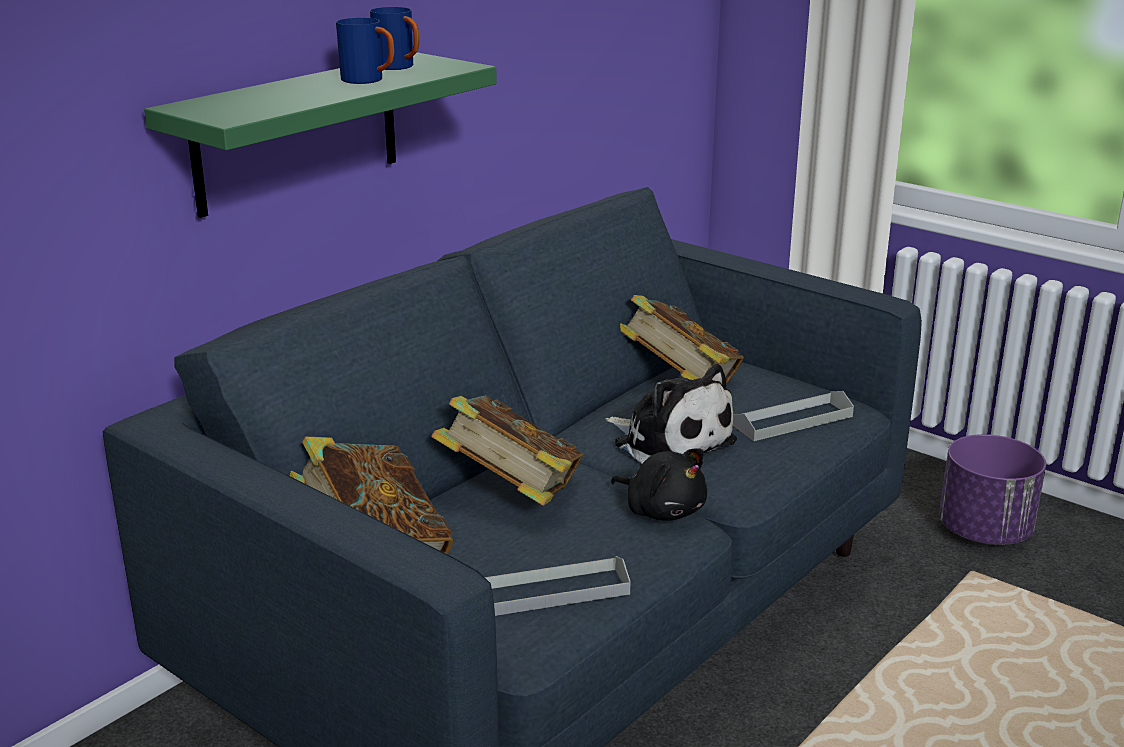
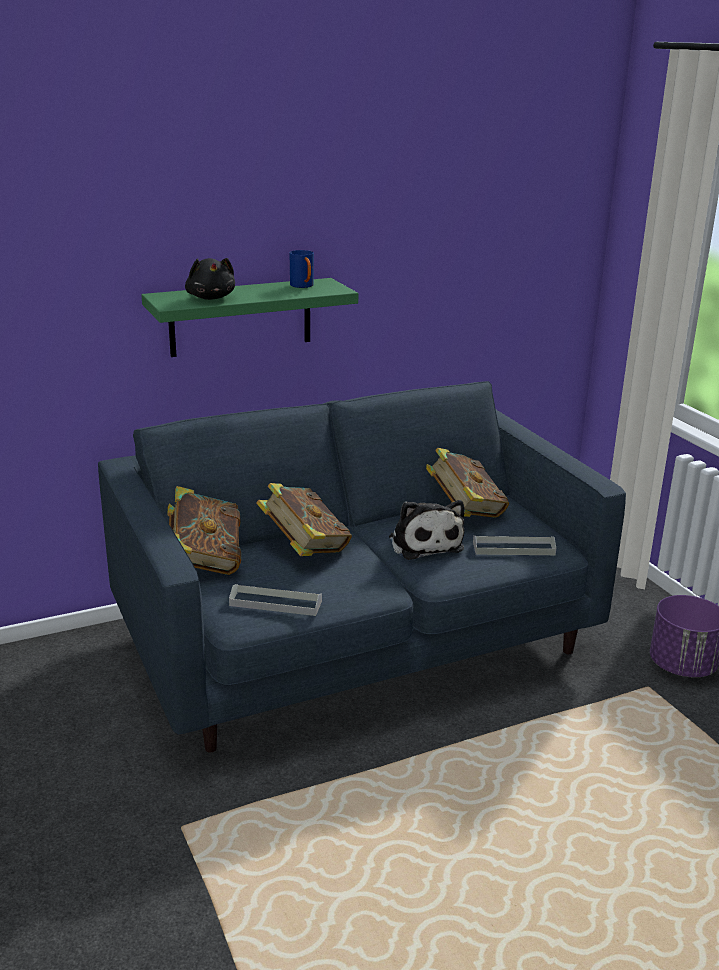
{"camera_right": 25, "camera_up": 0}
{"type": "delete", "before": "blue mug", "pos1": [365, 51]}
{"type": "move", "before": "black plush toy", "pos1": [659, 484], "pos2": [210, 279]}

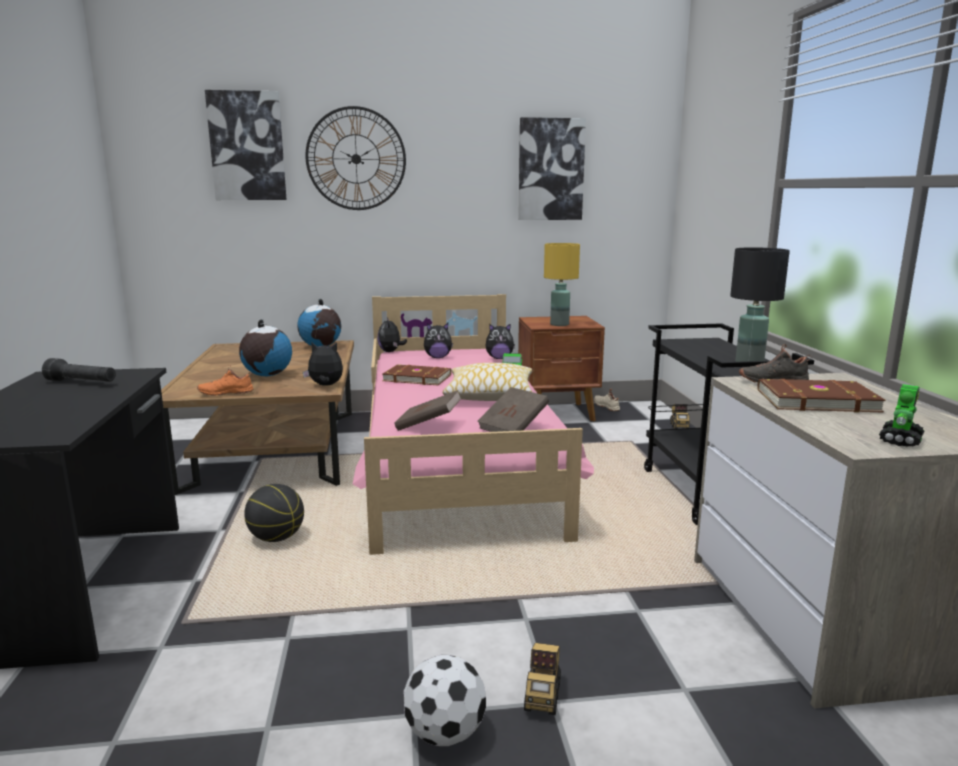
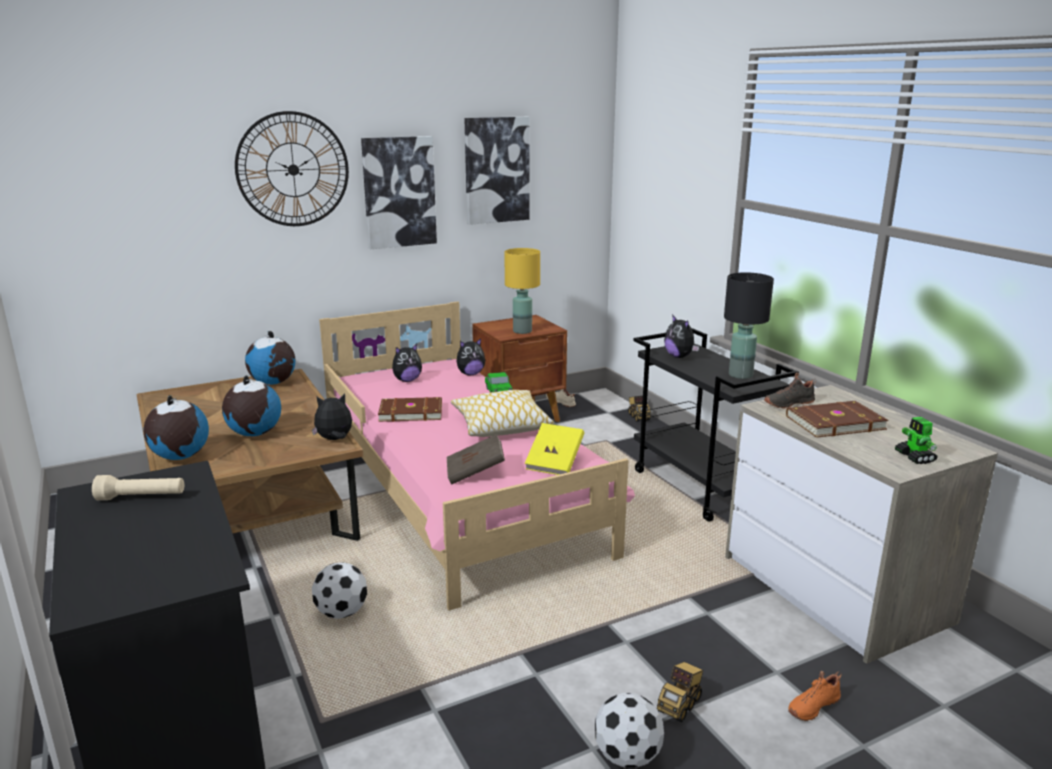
{"camera_right": -20, "camera_up": 5}
{"type": "insert", "after": "globe", "pos2": [176, 427]}
{"type": "move", "before": "orange shoe", "pos1": [225, 380], "pos2": [815, 696]}
{"type": "move", "before": "picture", "pos1": [246, 145], "pos2": [399, 192]}
{"type": "move", "before": "plush toy", "pos1": [392, 334], "pos2": [681, 336]}
{"type": "replace", "before": "basketball", "after": "football", "pos1": [274, 513], "pos2": [339, 590]}
{"type": "recolor", "before": "black flashlight", "after": "beige flashlight", "pos1": [79, 370], "pos2": [138, 487]}
{"type": "recolor", "before": "brown book", "after": "yellow book", "pos1": [513, 409], "pos2": [554, 449]}
{"type": "rotate", "before": "toy truck", "pos1": [542, 679], "pos2": [680, 692], "turn": 45}
{"type": "rotate", "before": "toy robot", "pos1": [901, 415], "pos2": [916, 440], "turn": 150}

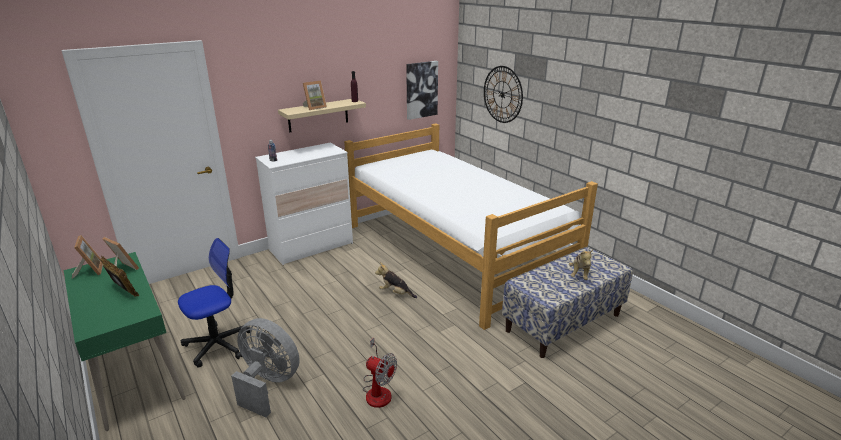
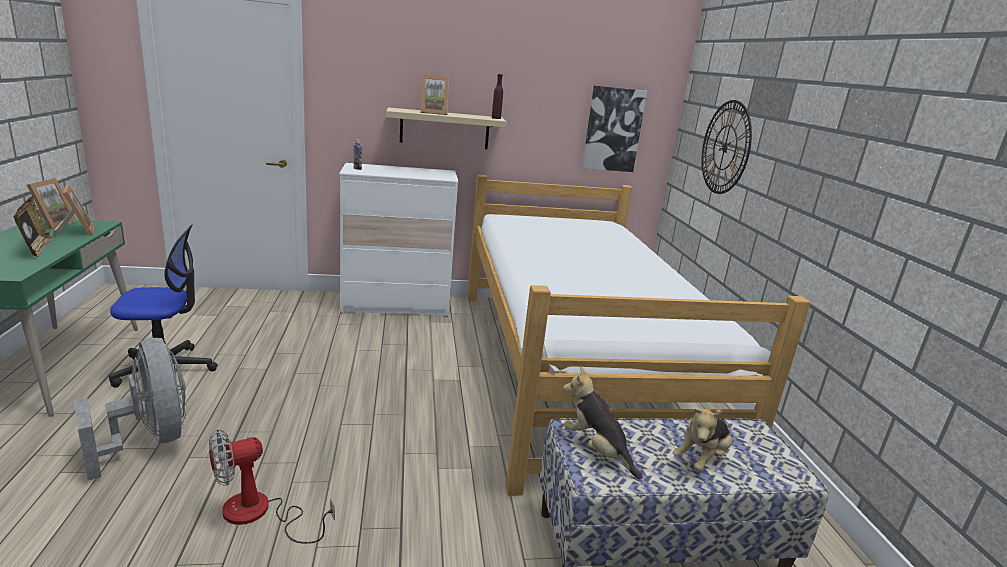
{"camera_right": 25, "camera_up": -5}
{"type": "move", "before": "plush toy", "pos1": [396, 280], "pos2": [603, 422]}
{"type": "rotate", "before": "fan", "pos1": [380, 373], "pos2": [272, 486], "turn": 90}

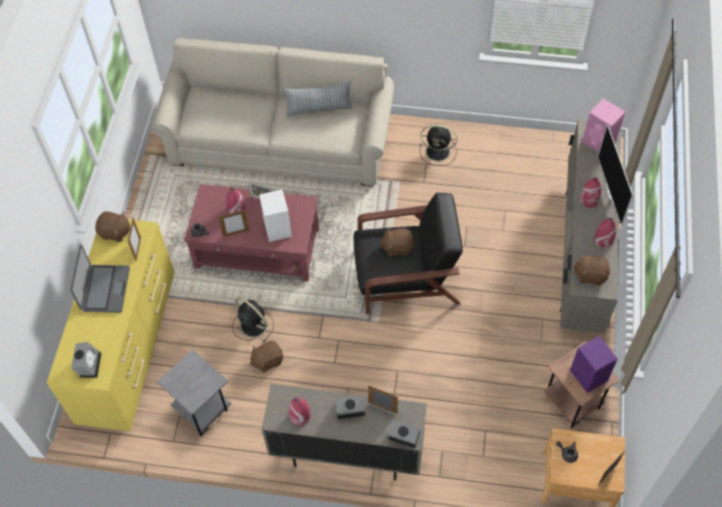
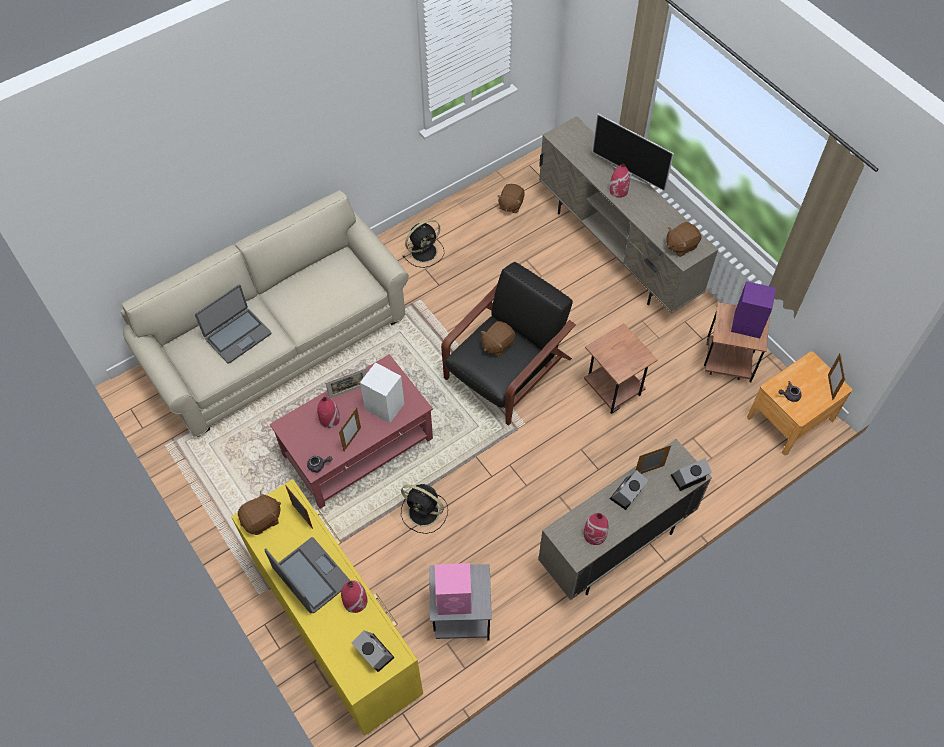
{"camera_right": -45, "camera_up": 0}
{"type": "delete", "before": "pillow", "pos1": [317, 99]}
{"type": "insert", "after": "laptop", "pos2": [233, 324]}
{"type": "insert", "after": "brown side table", "pos2": [621, 369]}
{"type": "move", "before": "brown plush toy", "pos1": [266, 357], "pos2": [511, 198]}
{"type": "move", "before": "pink speaker", "pos1": [603, 125], "pos2": [453, 589]}
{"type": "move", "before": "red vase", "pos1": [605, 233], "pos2": [354, 596]}
{"type": "rotate", "before": "black fan", "pos1": [253, 320], "pos2": [424, 509], "turn": -150}

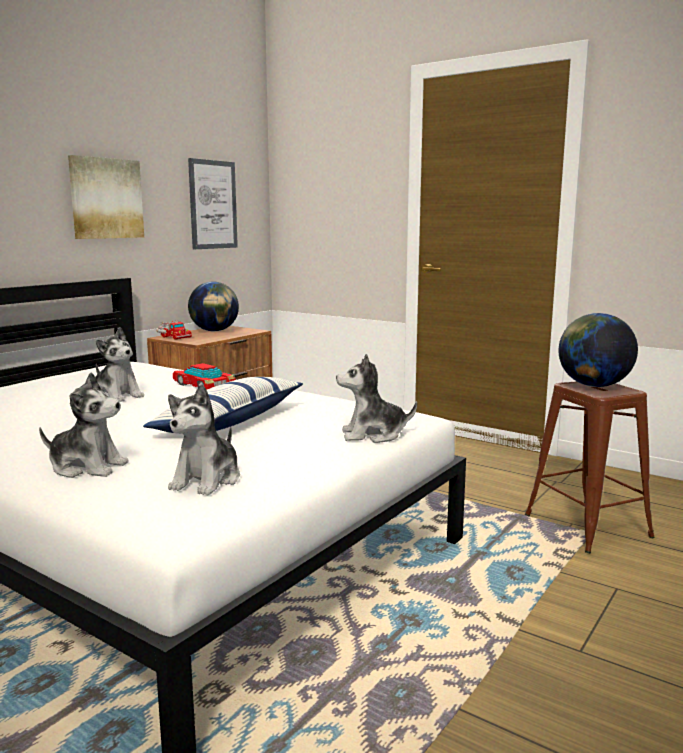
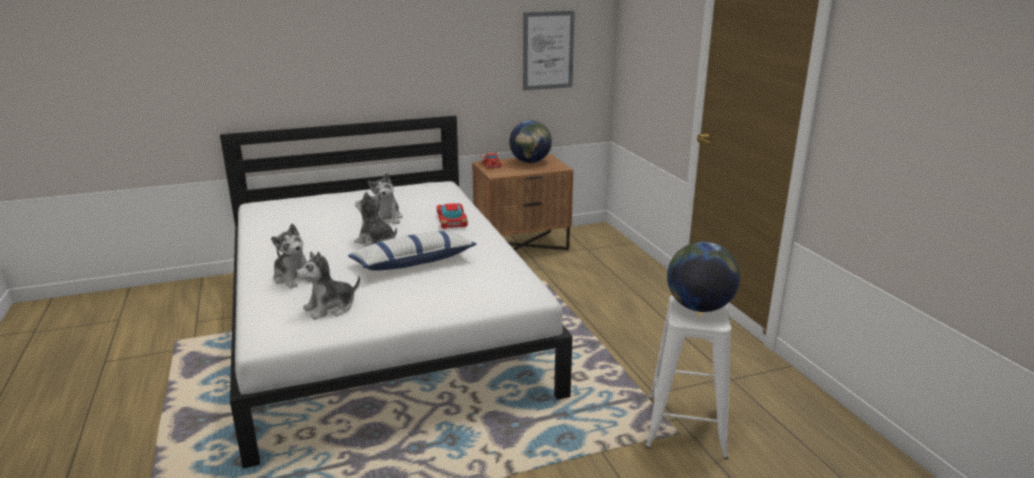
{"camera_right": 35, "camera_up": 10}
{"type": "delete", "before": "picture", "pos1": [106, 197]}
{"type": "move", "before": "plush toy", "pos1": [376, 398], "pos2": [375, 219]}
{"type": "recolor", "before": "brown stool", "after": "white stool", "pos1": [590, 467], "pos2": [688, 377]}

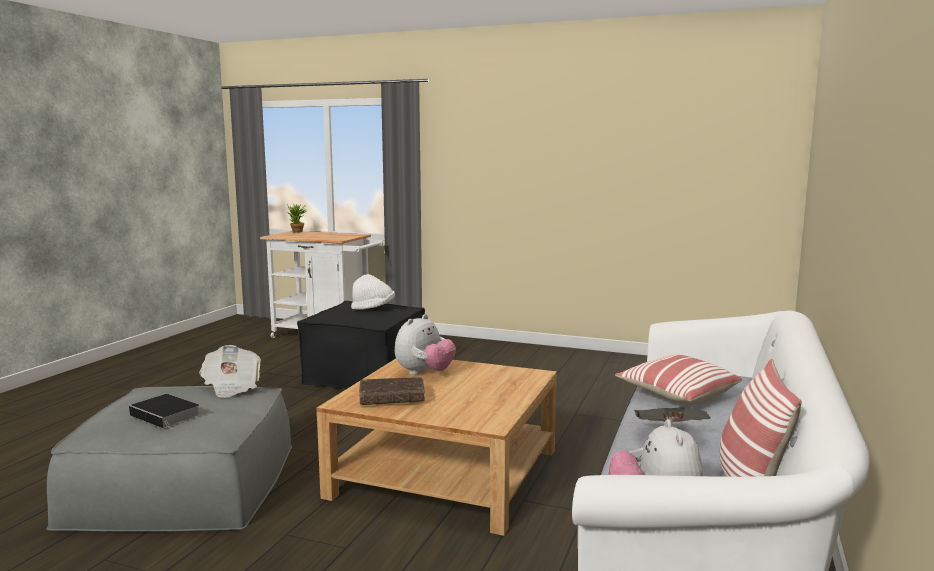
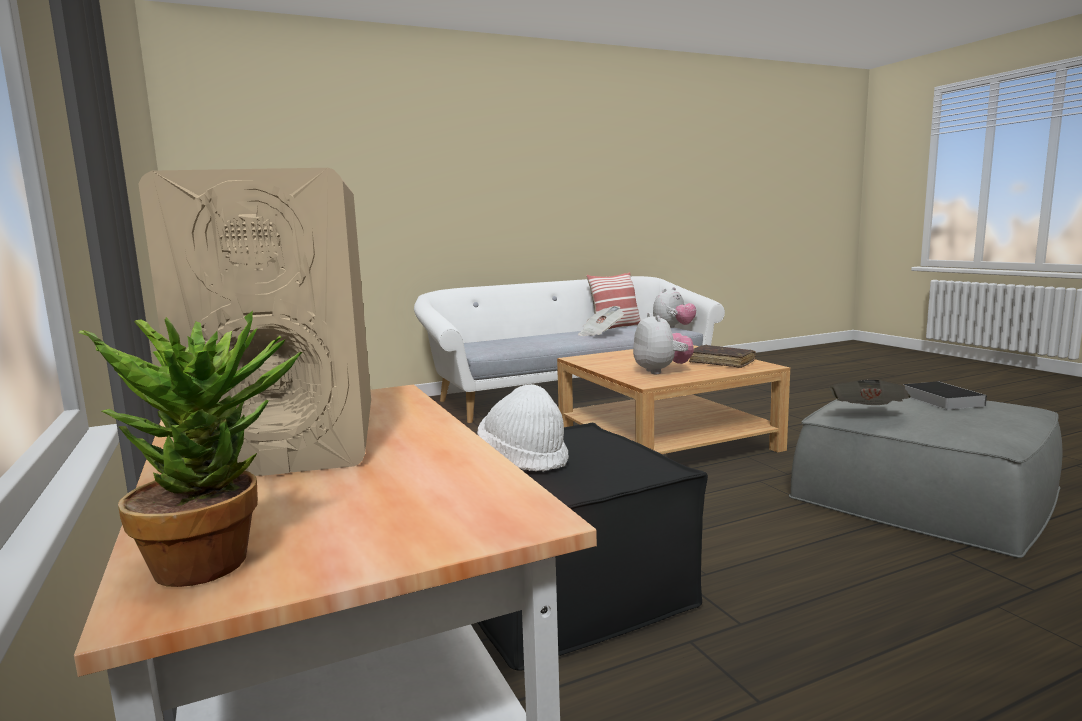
{"camera_right": -135, "camera_up": 0}
{"type": "delete", "before": "pillow", "pos1": [678, 379]}
{"type": "insert", "after": "beige speaker", "pos2": [254, 322]}
{"type": "rotate", "before": "plush toy", "pos1": [425, 344], "pos2": [663, 343], "turn": 90}

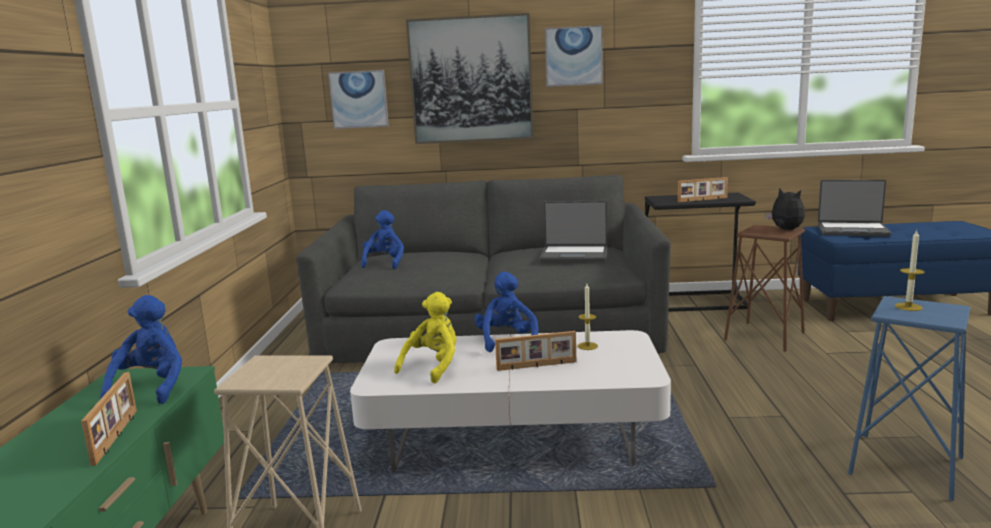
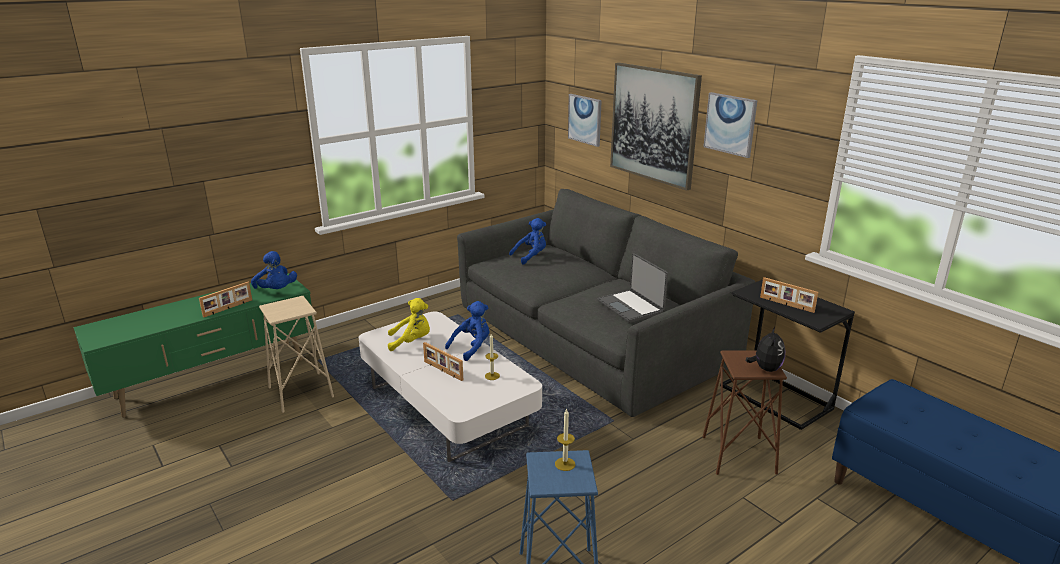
{"camera_right": 50, "camera_up": 10}
{"type": "delete", "before": "laptop", "pos1": [854, 208]}
{"type": "rotate", "before": "blue plush toy", "pos1": [141, 349], "pos2": [274, 270], "turn": 90}

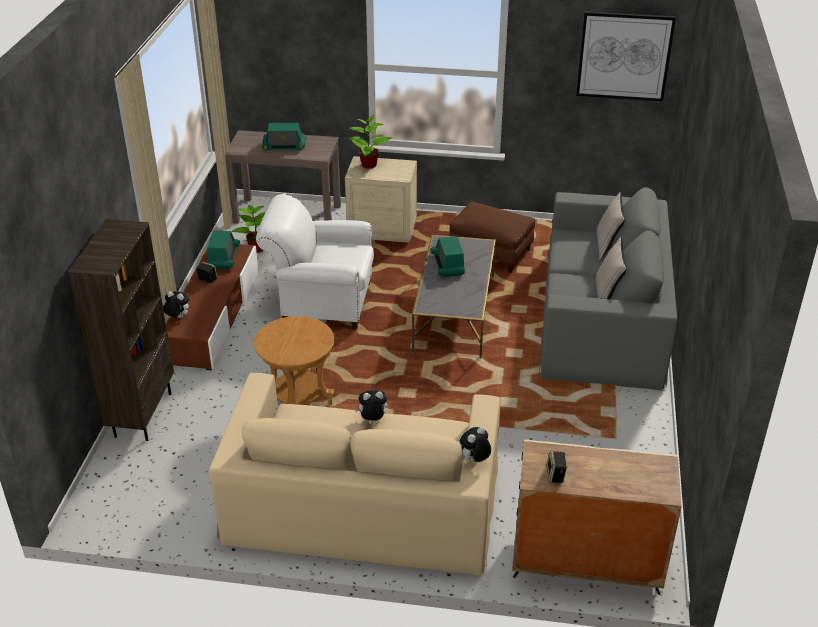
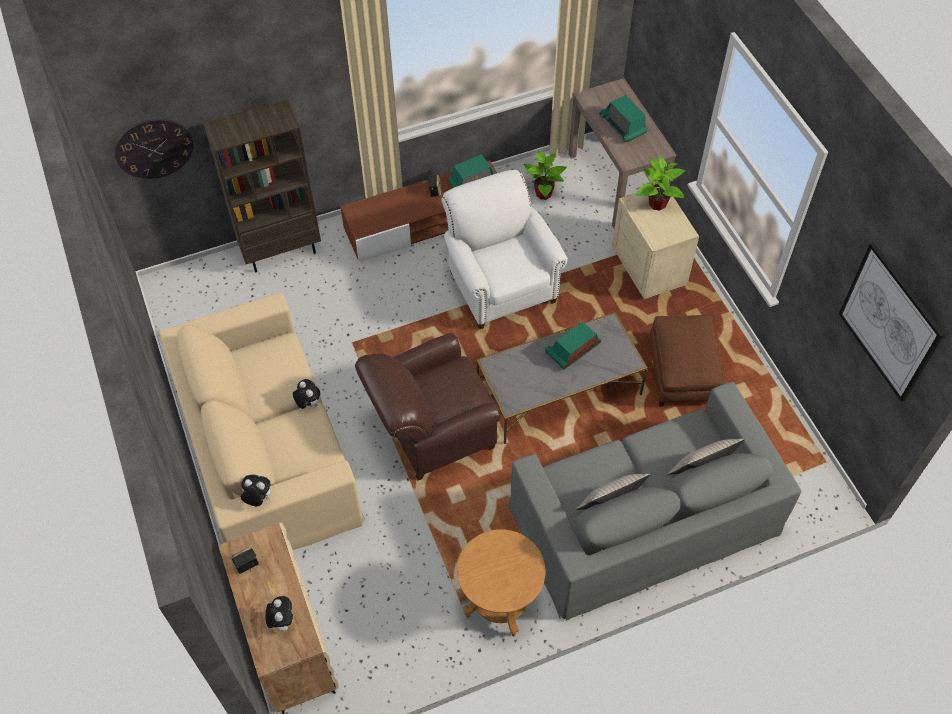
{"camera_right": 60, "camera_up": 20}
{"type": "insert", "after": "wall clock", "pos2": [154, 149]}
{"type": "insert", "after": "brown armchair", "pos2": [428, 406]}
{"type": "move", "before": "plush toy", "pos1": [176, 304], "pos2": [279, 614]}
{"type": "move", "before": "brown side table", "pos1": [294, 360], "pos2": [501, 582]}

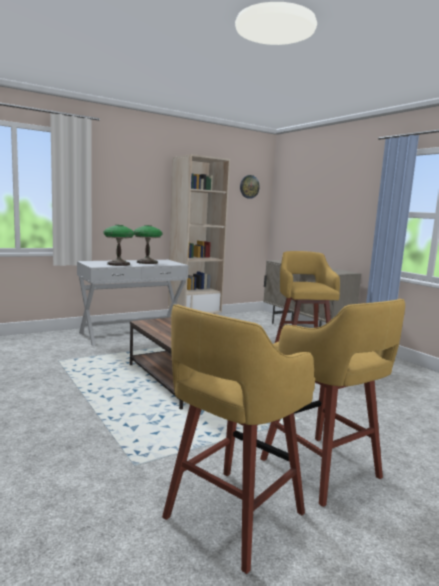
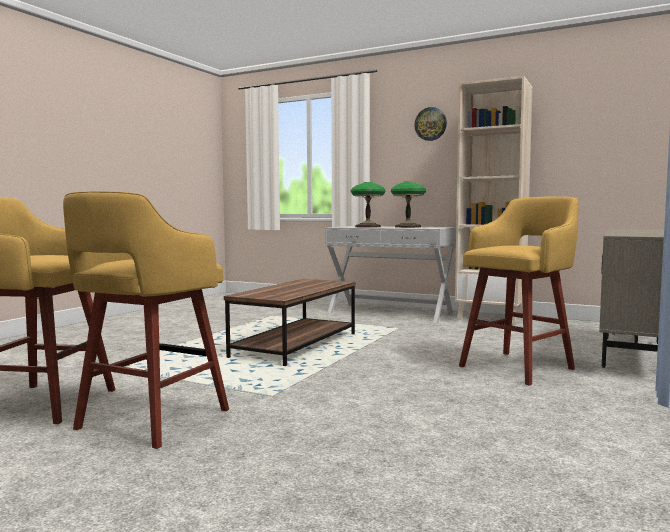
{"camera_right": 60, "camera_up": -5}
{"type": "move", "before": "wall clock", "pos1": [250, 187], "pos2": [430, 124]}

